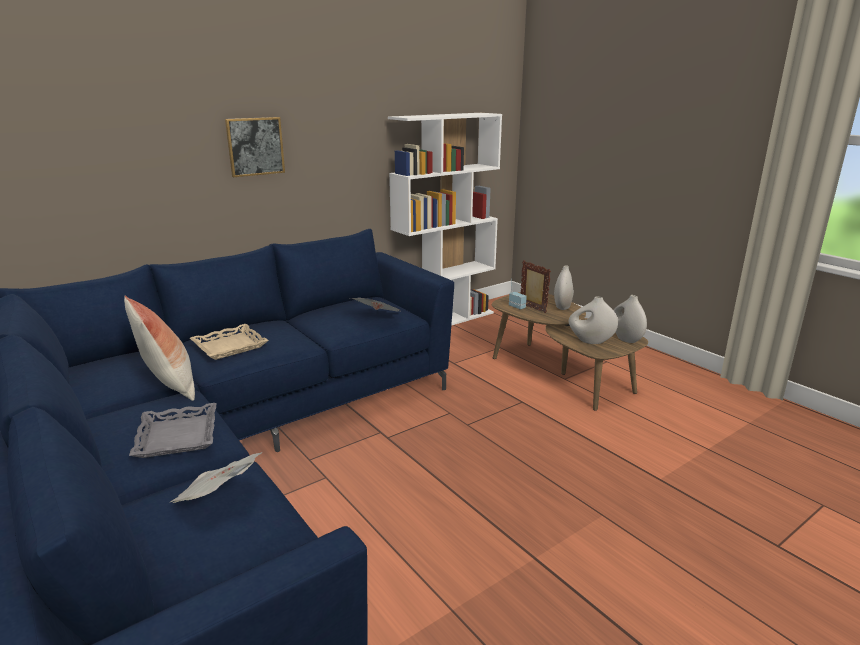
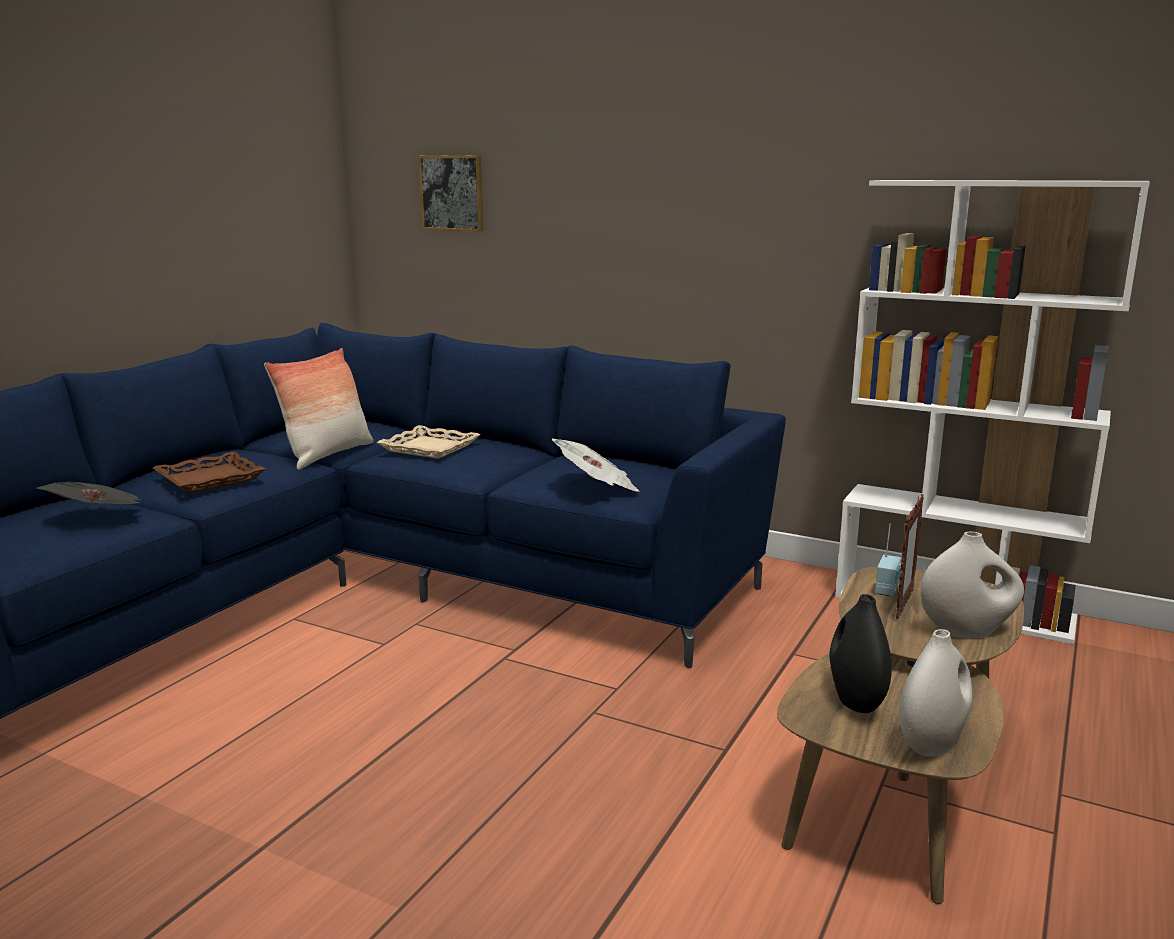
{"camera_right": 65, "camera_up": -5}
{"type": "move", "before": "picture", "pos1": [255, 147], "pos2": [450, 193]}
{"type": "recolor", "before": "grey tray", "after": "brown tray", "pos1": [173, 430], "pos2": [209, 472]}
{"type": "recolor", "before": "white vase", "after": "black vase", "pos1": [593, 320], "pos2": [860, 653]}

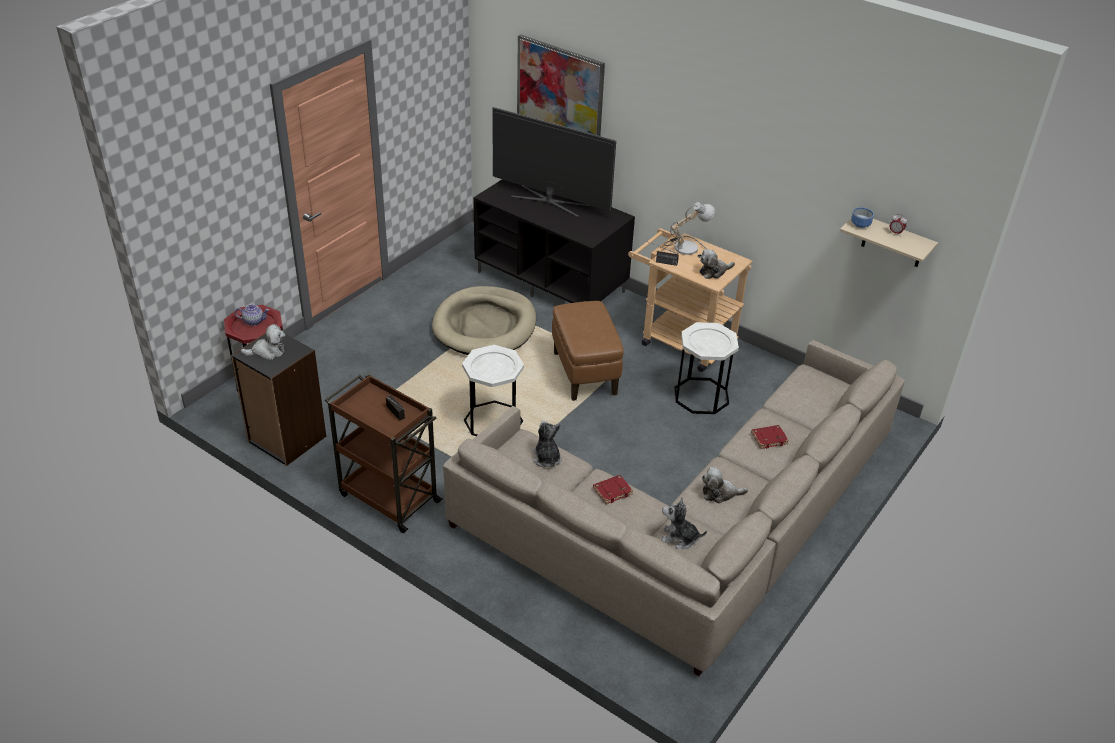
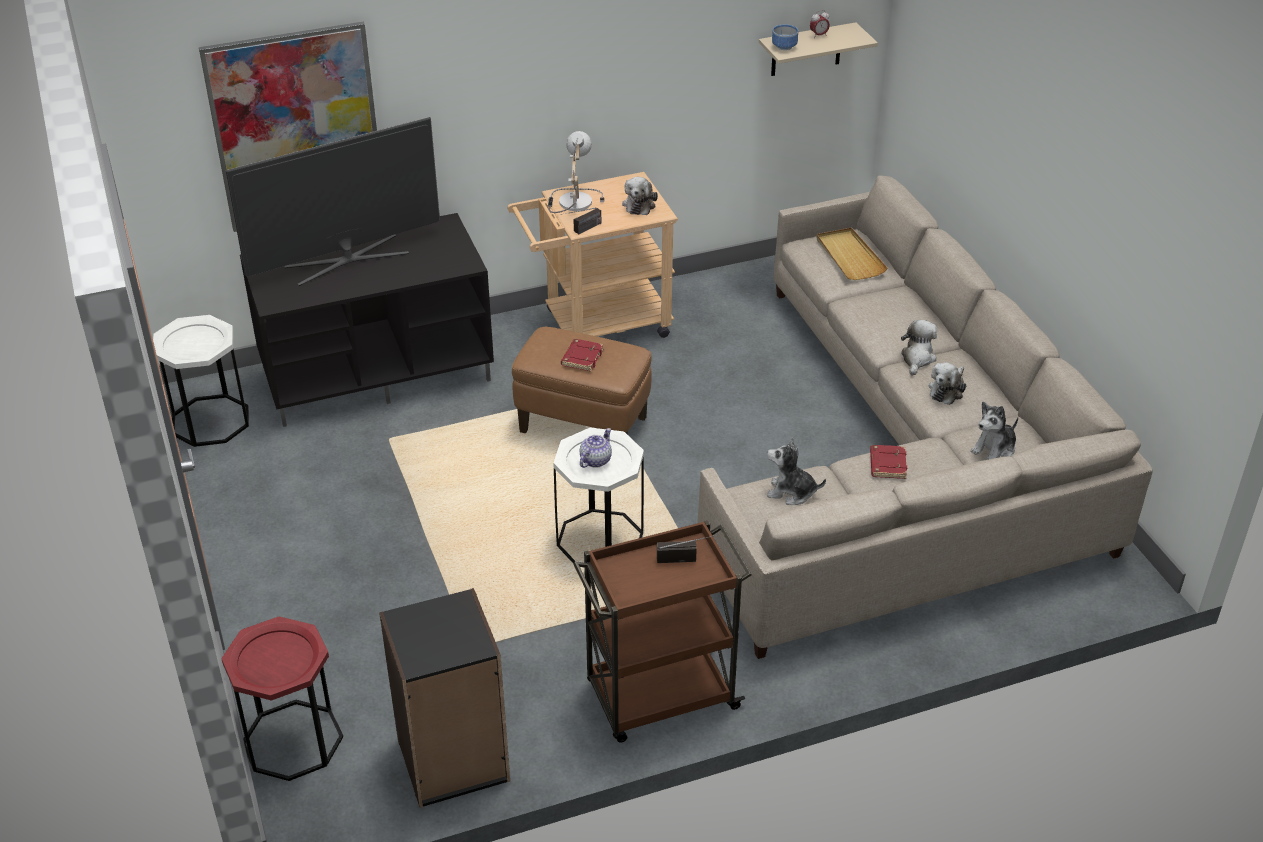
{"camera_right": -55, "camera_up": 0}
{"type": "delete", "before": "beige dog bed", "pos1": [484, 320]}
{"type": "insert", "after": "beige tray", "pos2": [852, 254]}
{"type": "move", "before": "teapot", "pos1": [252, 315], "pos2": [596, 448]}
{"type": "move", "before": "plush toy", "pos1": [263, 342], "pos2": [919, 348]}
{"type": "move", "before": "white side table", "pos1": [706, 368], "pos2": [201, 381]}
{"type": "move", "before": "red book", "pos1": [770, 437], "pos2": [582, 355]}

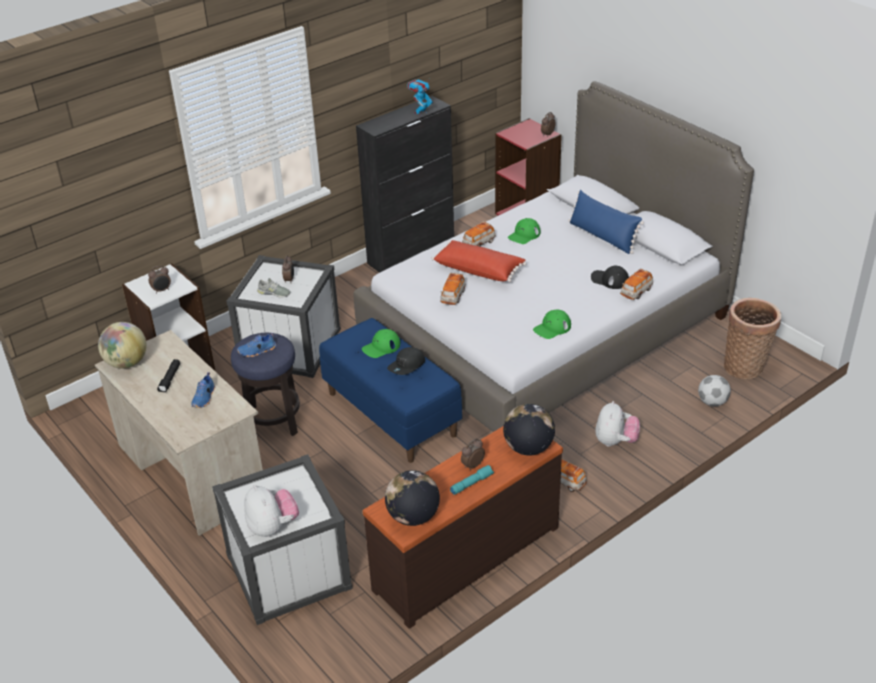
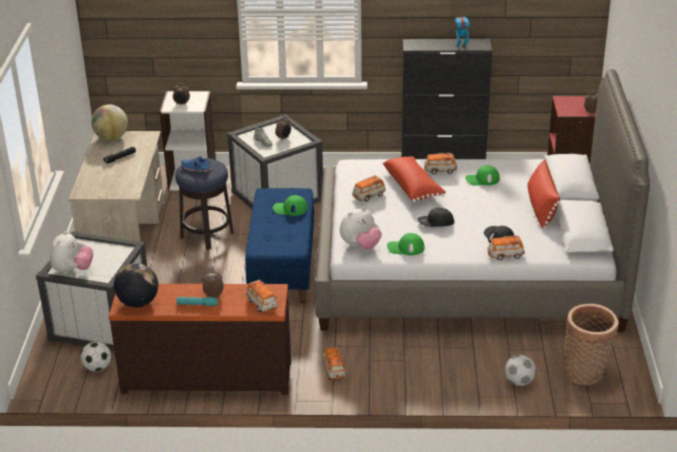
{"camera_right": 40, "camera_up": -5}
{"type": "delete", "before": "blue shoe", "pos1": [203, 390]}
{"type": "insert", "after": "football", "pos2": [96, 356]}
{"type": "move", "before": "black cap", "pos1": [406, 361], "pos2": [436, 217]}
{"type": "move", "before": "plush toy", "pos1": [617, 424], "pos2": [361, 228]}
{"type": "replace", "before": "globe", "after": "toy car", "pos1": [529, 430], "pos2": [262, 296]}
{"type": "recolor", "before": "blue pillow", "after": "red pillow", "pos1": [606, 222], "pos2": [544, 194]}

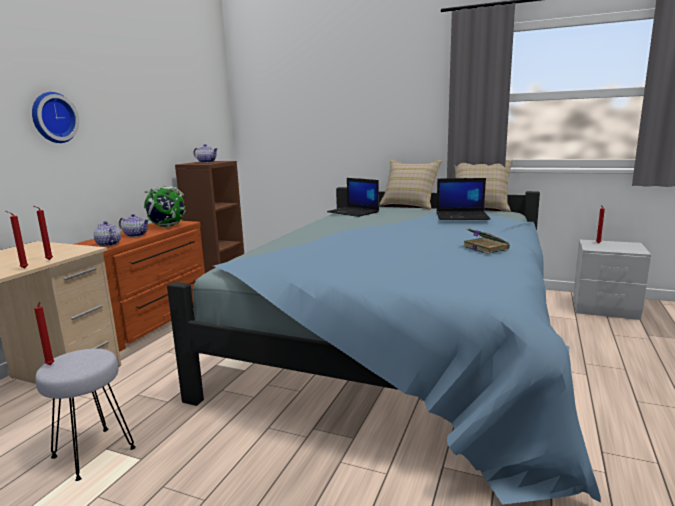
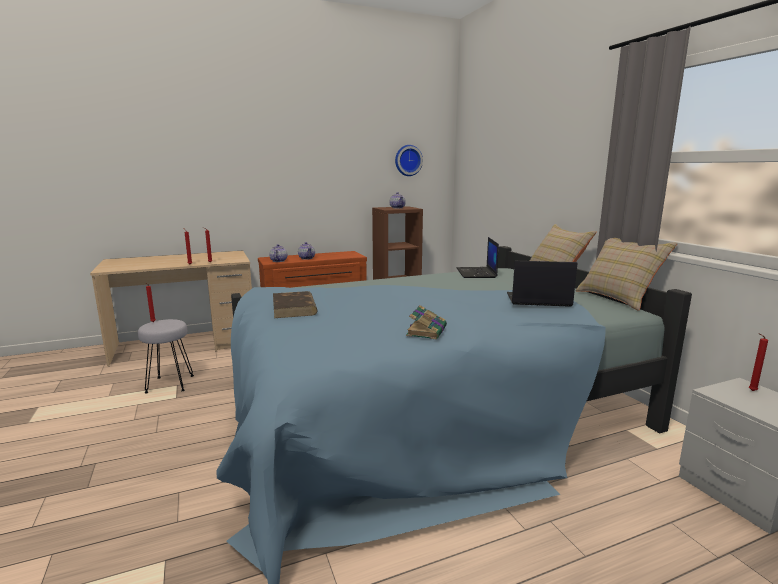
{"camera_right": 45, "camera_up": 0}
{"type": "delete", "before": "globe", "pos1": [164, 207]}
{"type": "insert", "after": "brown book", "pos2": [295, 304]}
{"type": "move", "before": "wall clock", "pos1": [55, 117], "pos2": [409, 160]}
{"type": "rotate", "before": "laptop", "pos1": [463, 199], "pos2": [542, 284], "turn": 135}

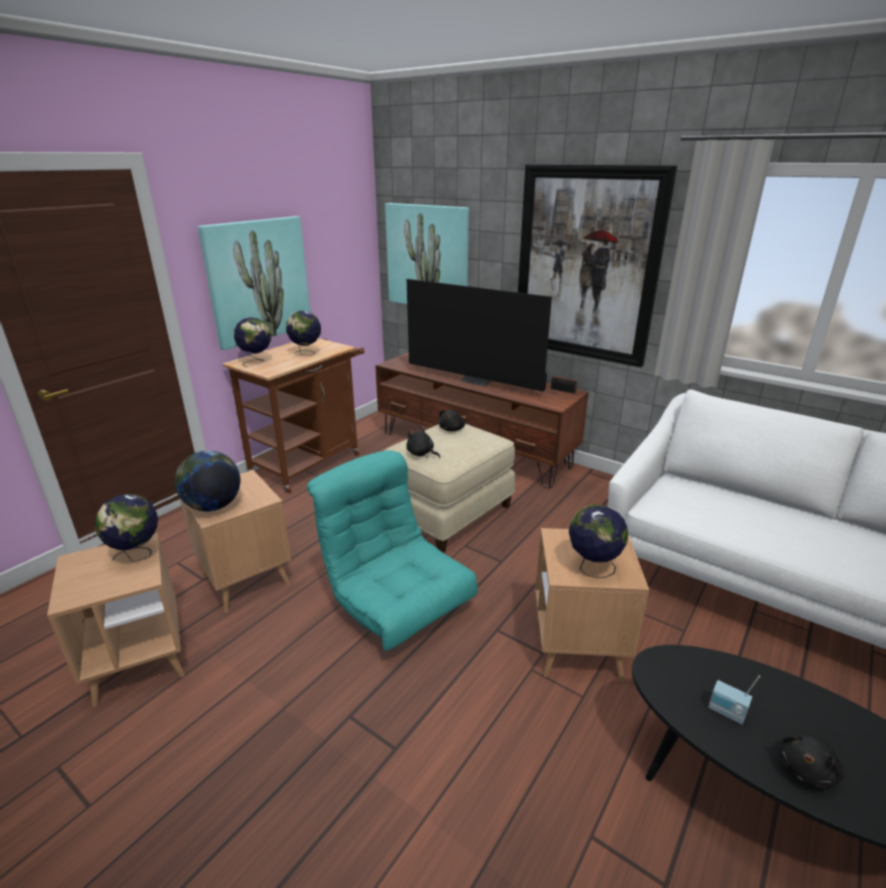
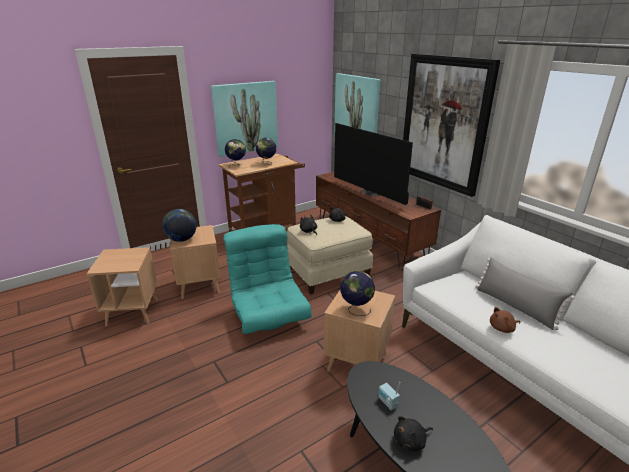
{"camera_right": 20, "camera_up": 0}
{"type": "delete", "before": "globe", "pos1": [126, 528]}
{"type": "insert", "after": "grey pillow", "pos2": [525, 293]}
{"type": "insert", "after": "brown plush toy", "pos2": [505, 320]}

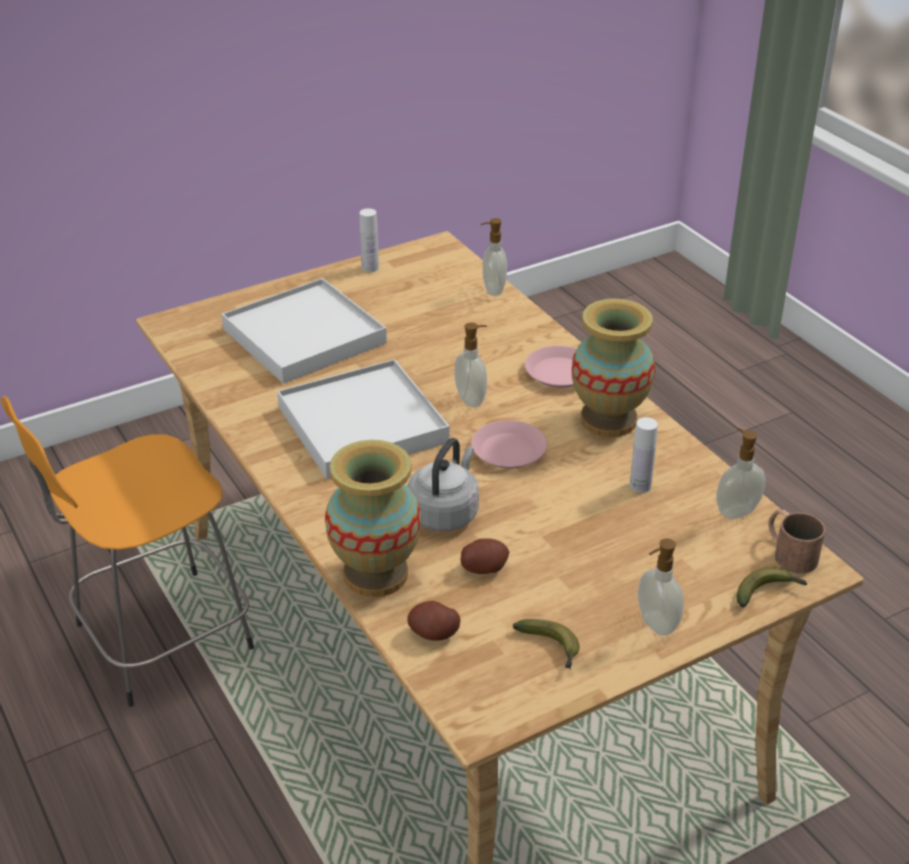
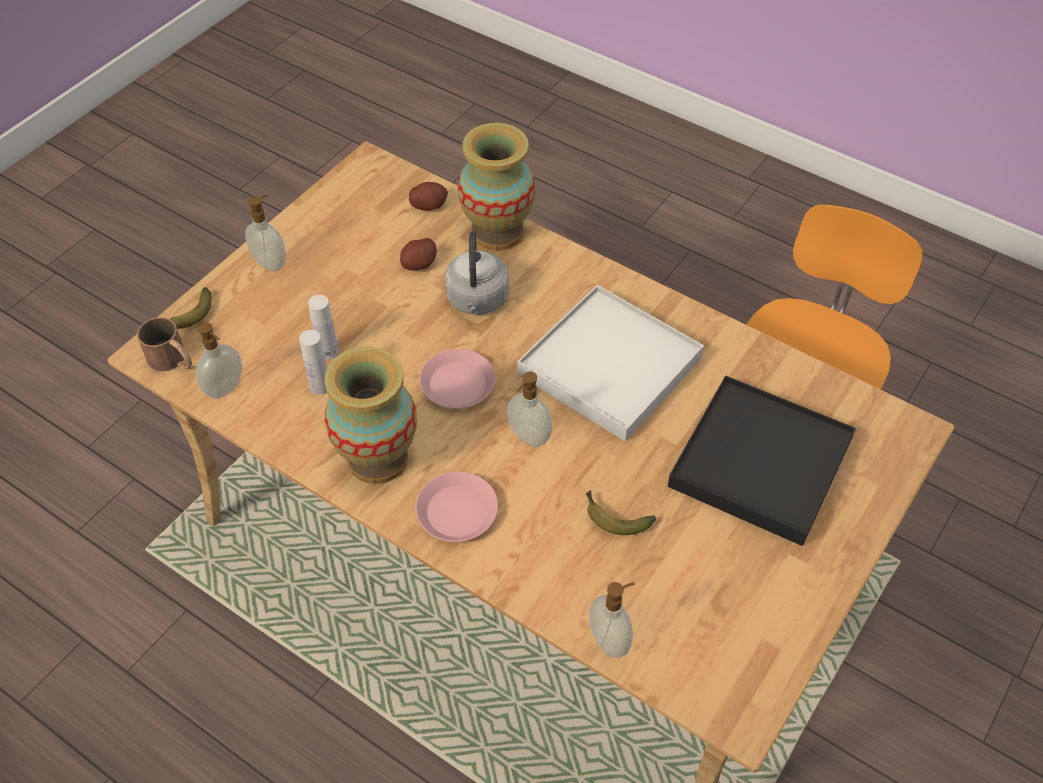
{"camera_right": 155, "camera_up": 15}
{"type": "move", "before": "white bottle", "pos1": [369, 240], "pos2": [323, 327]}
{"type": "move", "before": "banana", "pos1": [546, 644], "pos2": [621, 512]}
{"type": "recolor", "before": "white tray", "after": "black tray", "pos1": [304, 331], "pos2": [762, 460]}

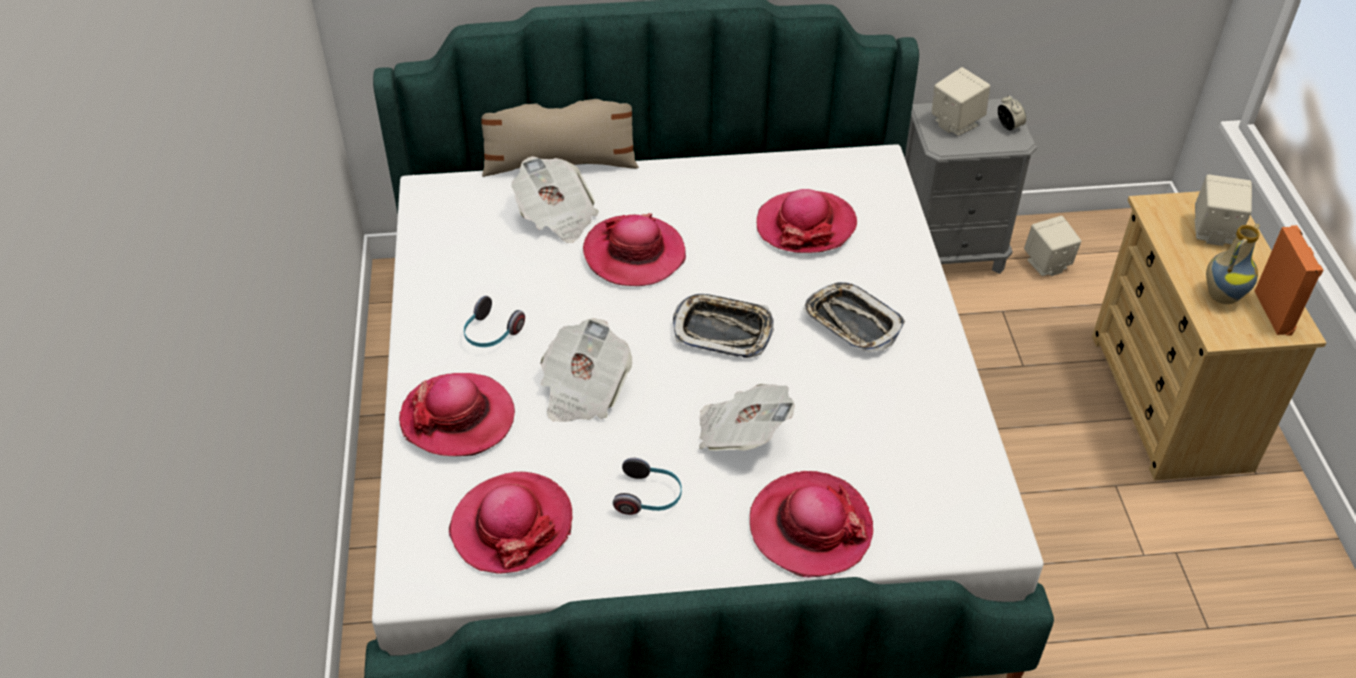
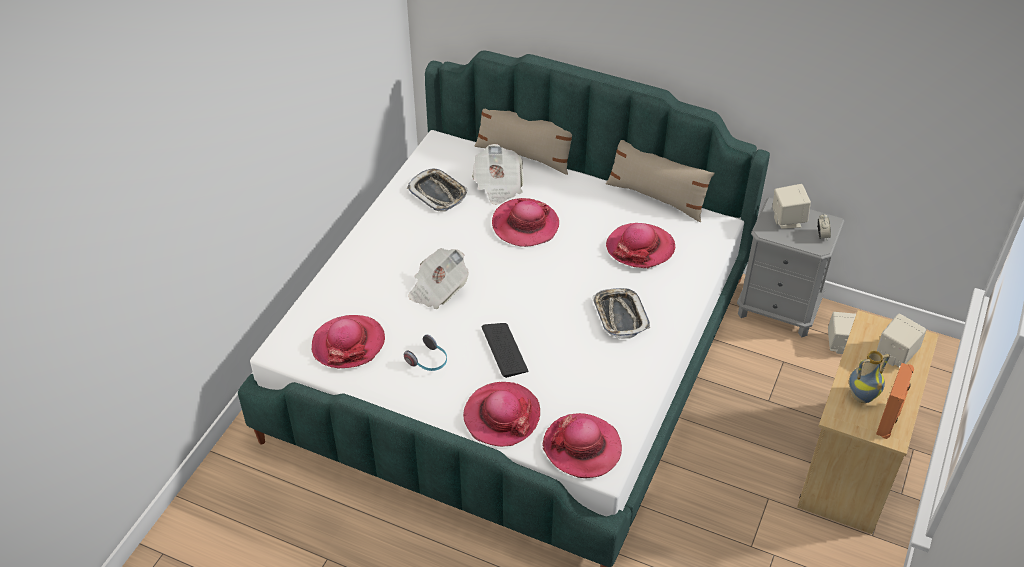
{"camera_right": 30, "camera_up": 0}
{"type": "delete", "before": "headphones", "pos1": [494, 321]}
{"type": "insert", "after": "beige pillow", "pos2": [660, 181]}
{"type": "move", "before": "hat", "pos1": [457, 414], "pos2": [582, 445]}
{"type": "move", "before": "tray", "pos1": [723, 326], "pos2": [437, 190]}
{"type": "replace", "before": "newspaper", "after": "keyboard", "pos1": [747, 417], "pos2": [505, 350]}

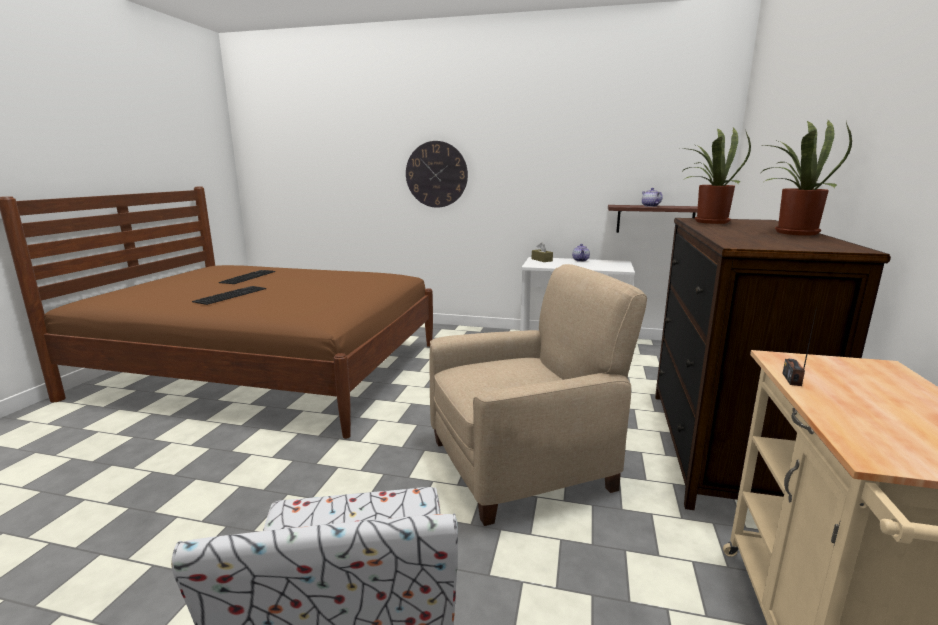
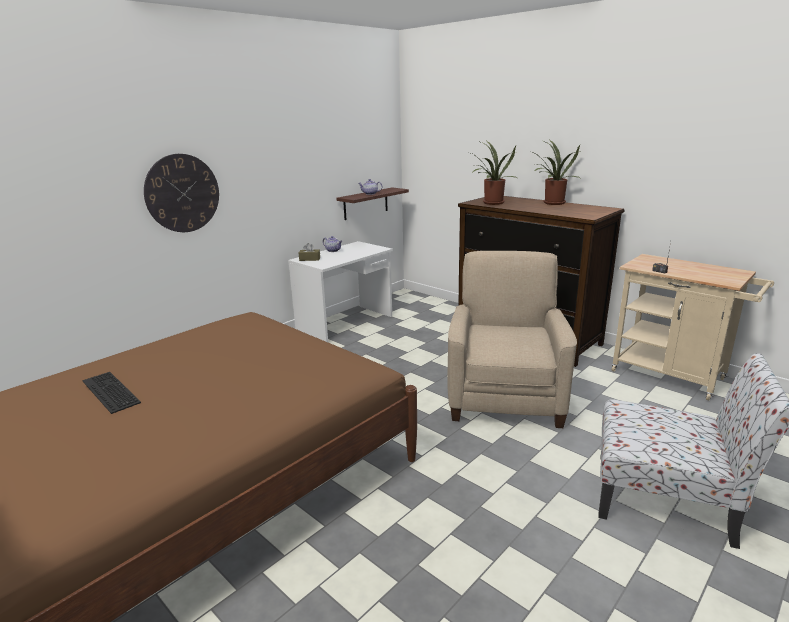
{"camera_right": -60, "camera_up": 5}
{"type": "delete", "before": "keyboard", "pos1": [229, 295]}

